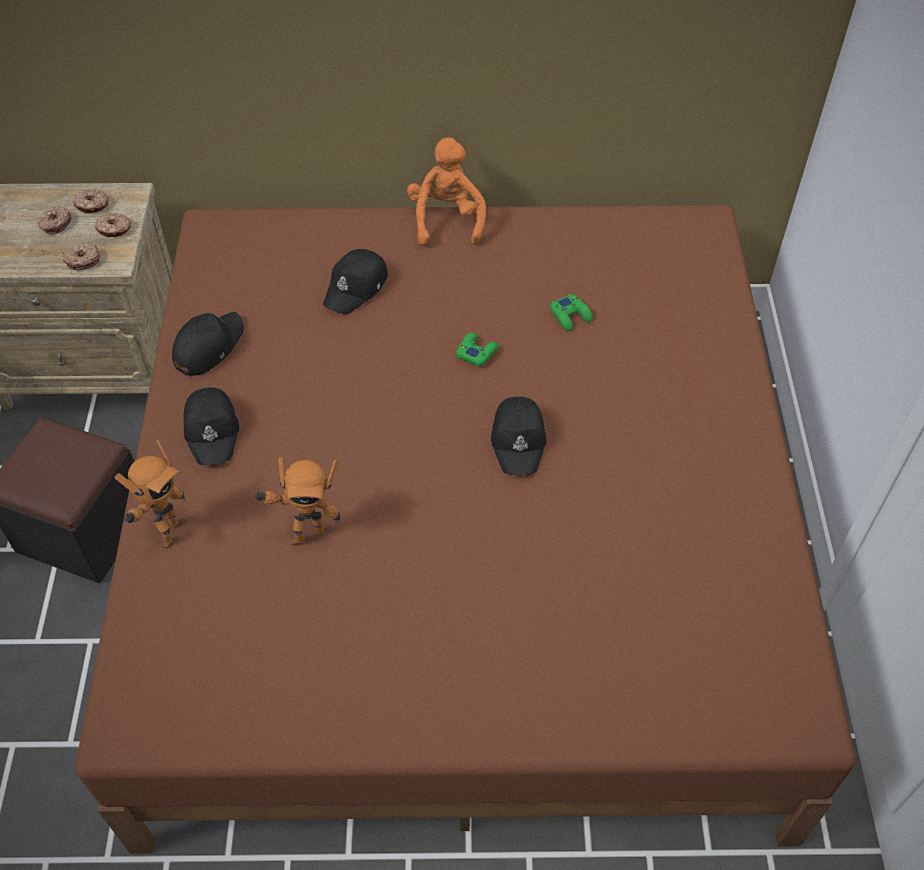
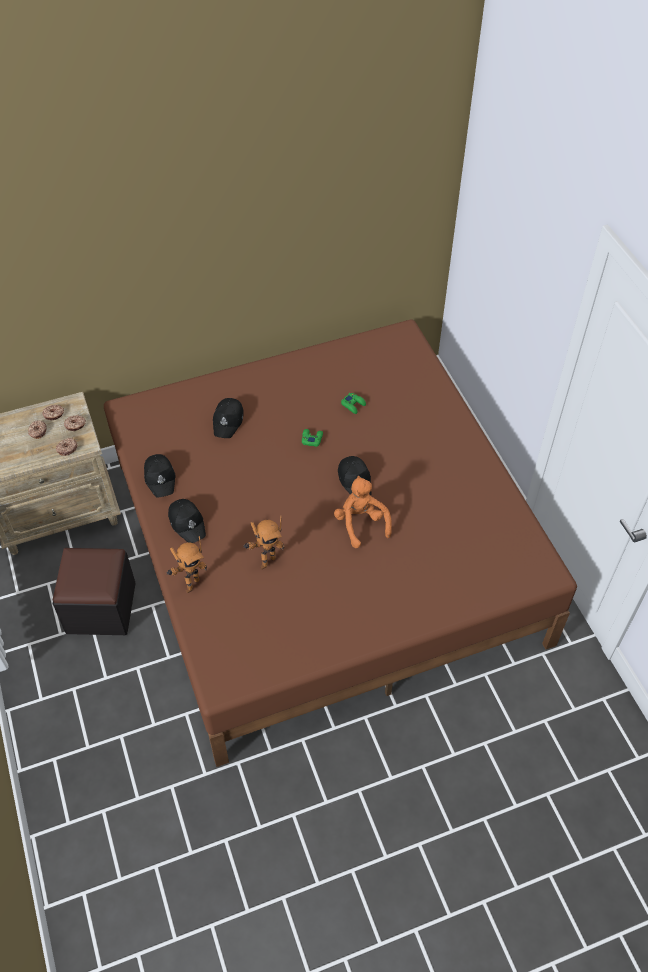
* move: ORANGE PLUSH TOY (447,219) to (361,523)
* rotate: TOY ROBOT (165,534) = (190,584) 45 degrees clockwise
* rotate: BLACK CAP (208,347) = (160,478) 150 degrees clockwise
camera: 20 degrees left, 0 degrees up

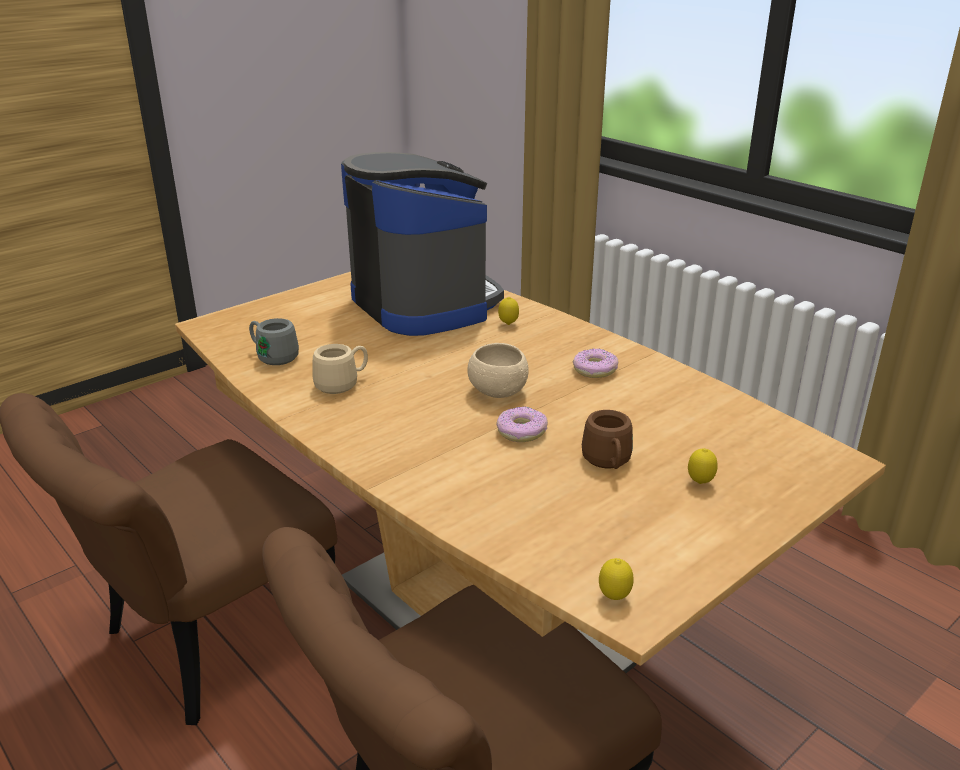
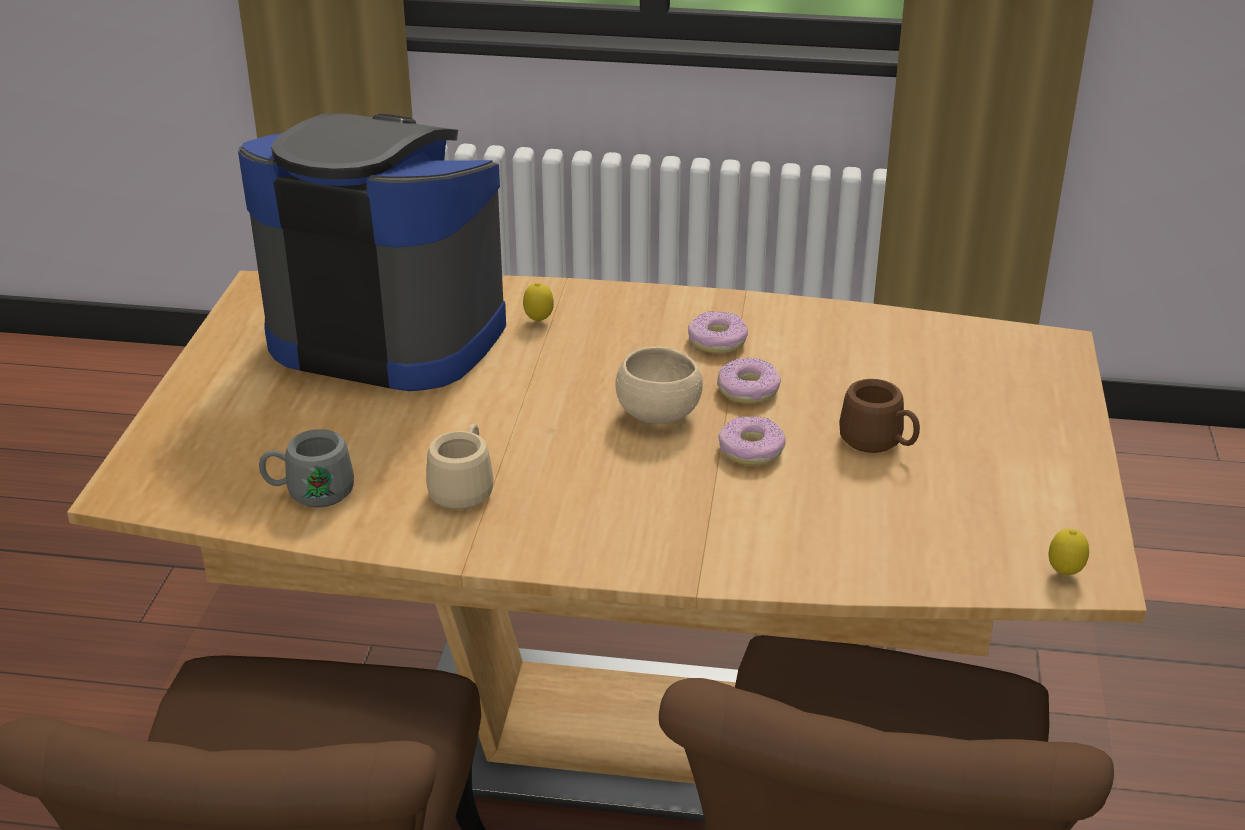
* delete: LEMON (700,483)
* insert: DONUT (748,390)
camera: 40 degrees left, 5 degrees up

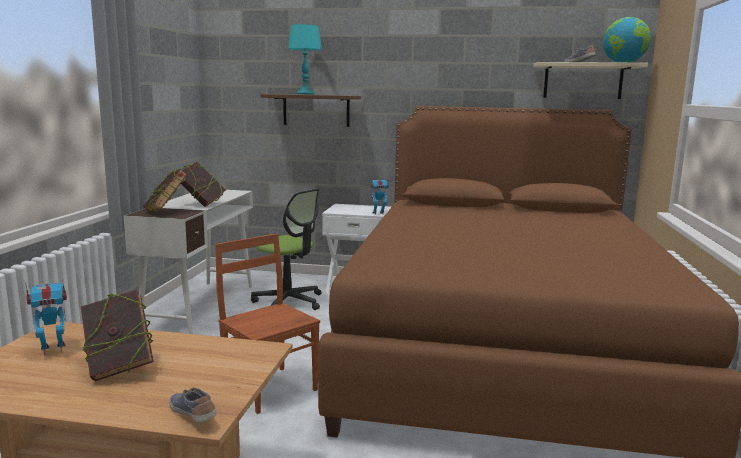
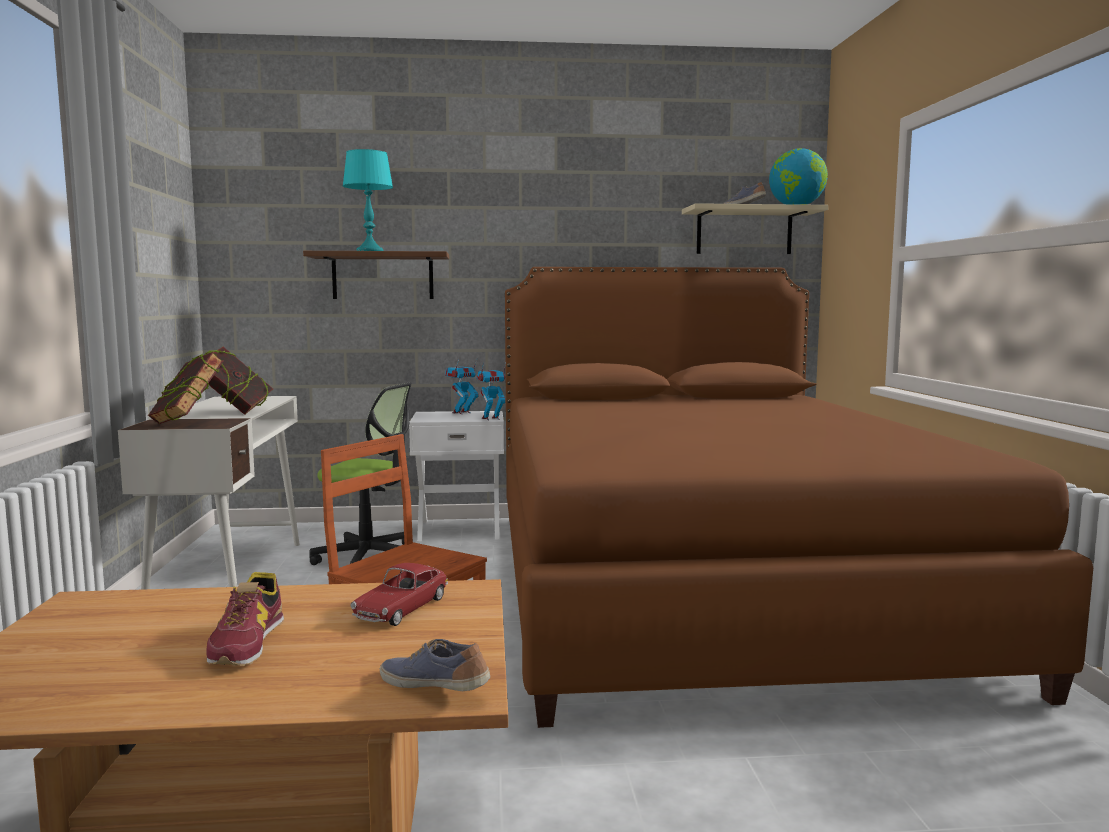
* insert: TOY CAR (401,608)
* move: TOY ROBOT (53,349) to (462,413)
* replace: BOOK (119,369) to SHOE (248,642)
camera: 15 degrees left, 5 degrees down

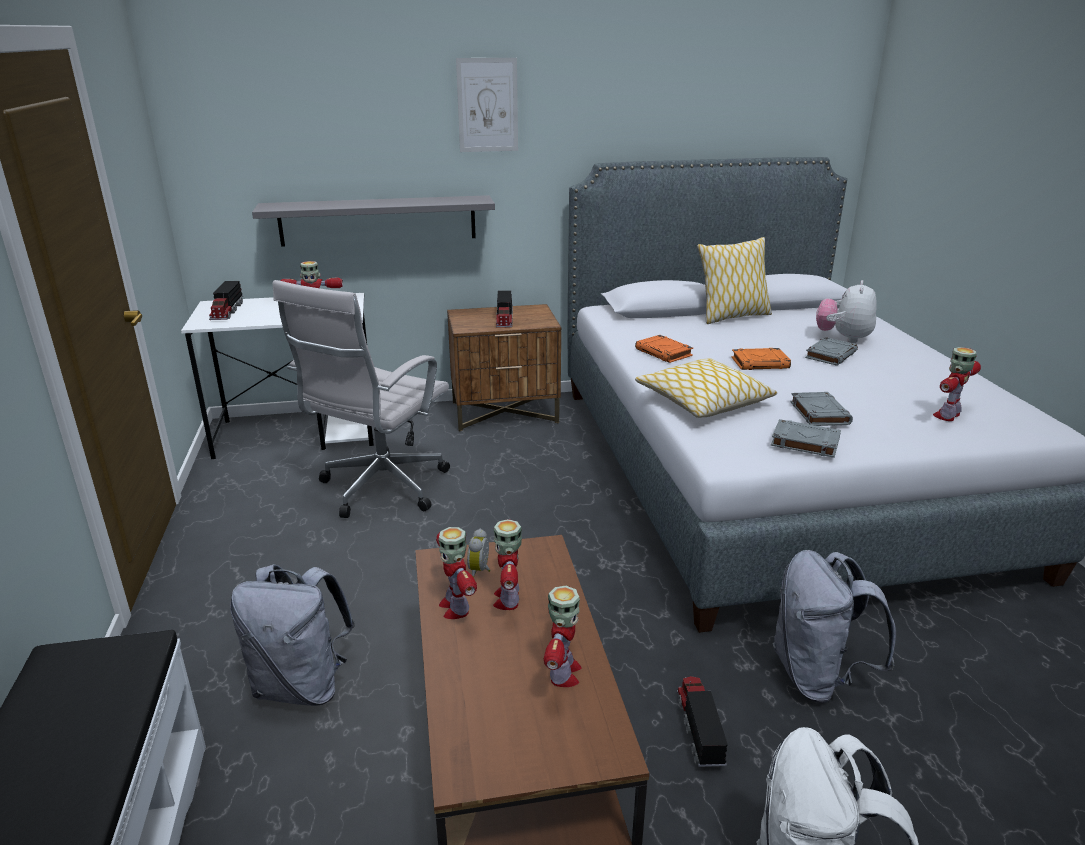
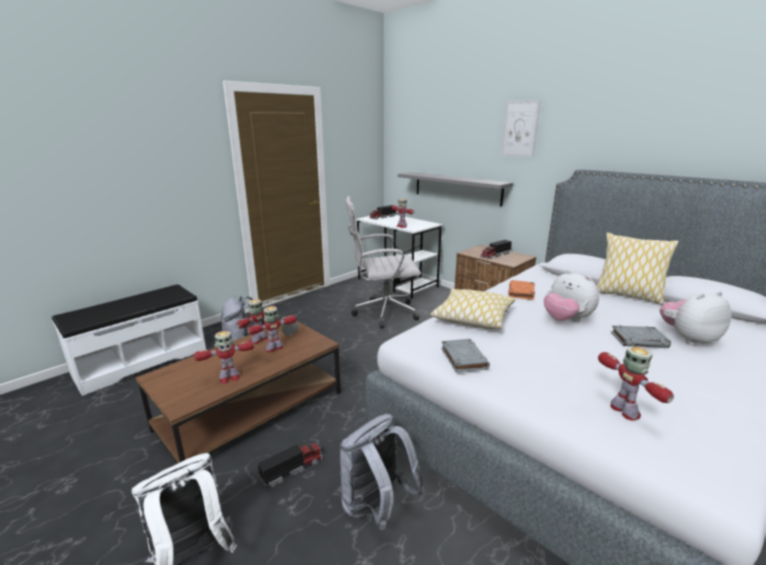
* delete: GREY BOOK (819,413)
* replace: ORANGE BOOK (760,363) to PLUSH TOY (566,320)
* rotate: TOY ROBOT (948,415) = (625,412) 60 degrees clockwise
camera: 55 degrees right, 5 degrees down

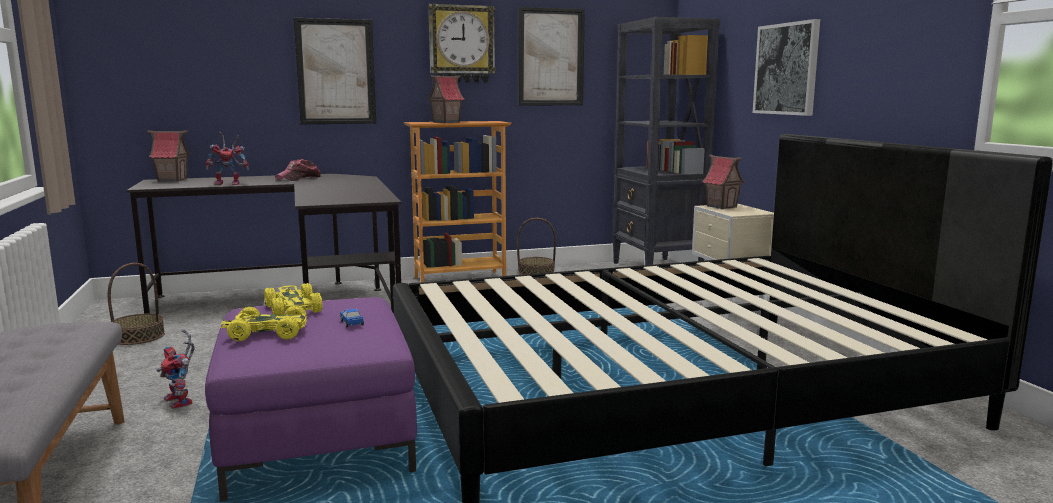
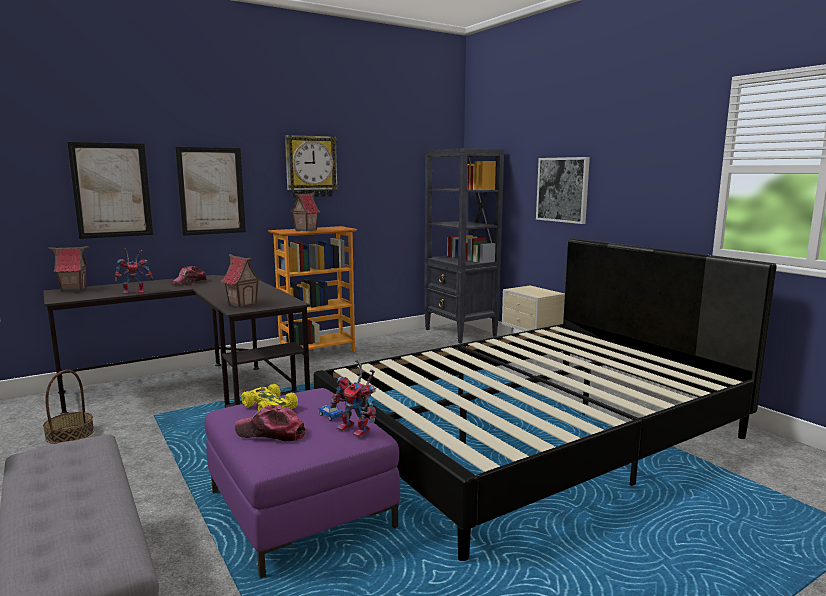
* delete: BASKET (536,273)
* move: TOY ROBOT (182,402) to (357,430)
* move: PICTURE (551,57) to (112,190)
* move: TOY HOUSE (722,207) to (243,304)
* replace: YELLOW TOY CAR (267,333) to CAP (271,433)
camera: 15 degrees left, 0 degrees up

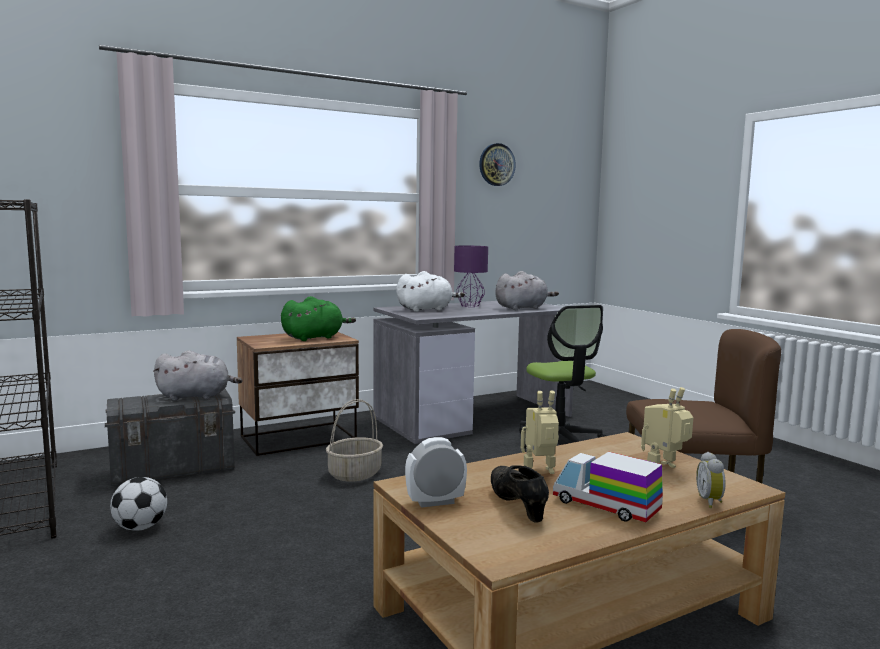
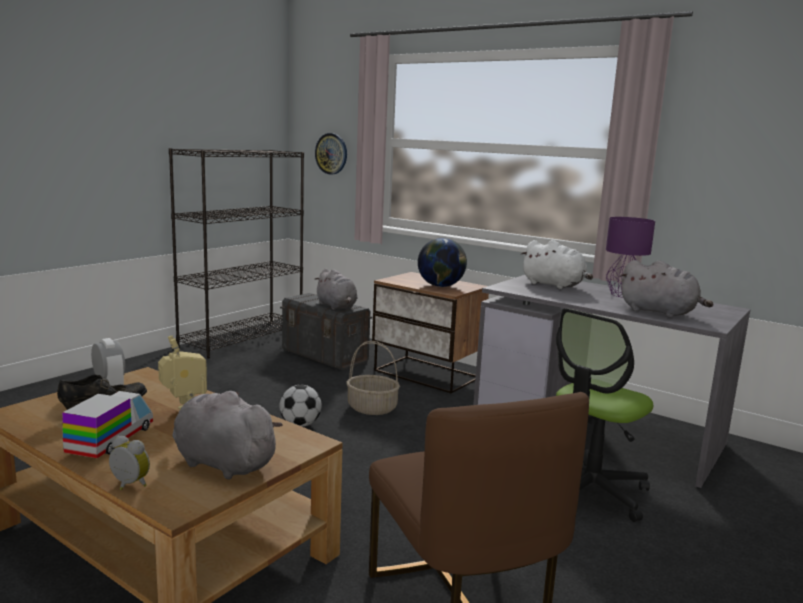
* move: FOOTBALL (140,527) to (300,424)
* move: WALL CLOCK (496,164) to (331,153)
* replace: GREEN PLUSH TOY (315,338) to GLOBE (441,286)
* replace: TOY ROBOT (664,468) to GREY PLUSH TOY (221,462)
* rotate: ALARM CLOCK (711,502) = (128,485) 45 degrees clockwise
camera: 65 degrees right, 5 degrees up

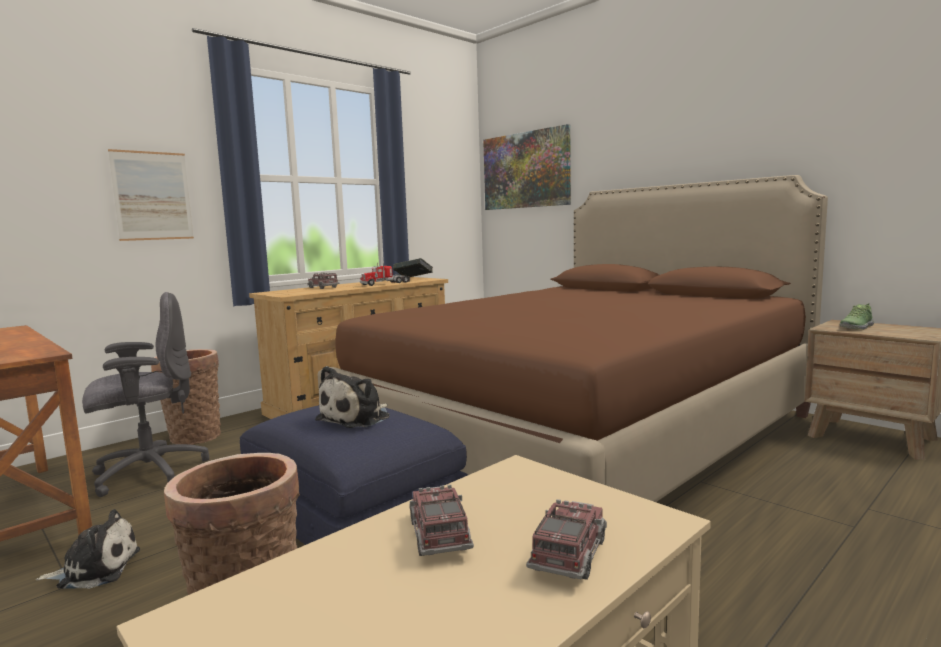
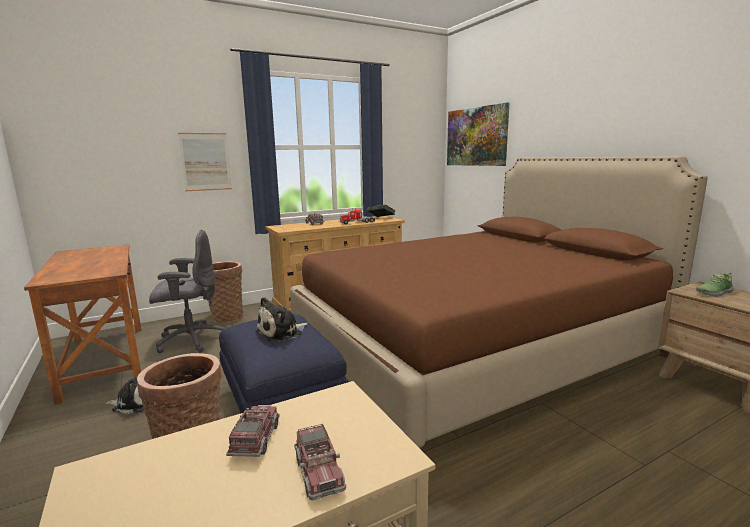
* rotate: TOY TRUCK (569,554) = (319,472) 120 degrees clockwise
camera: 15 degrees right, 5 degrees up

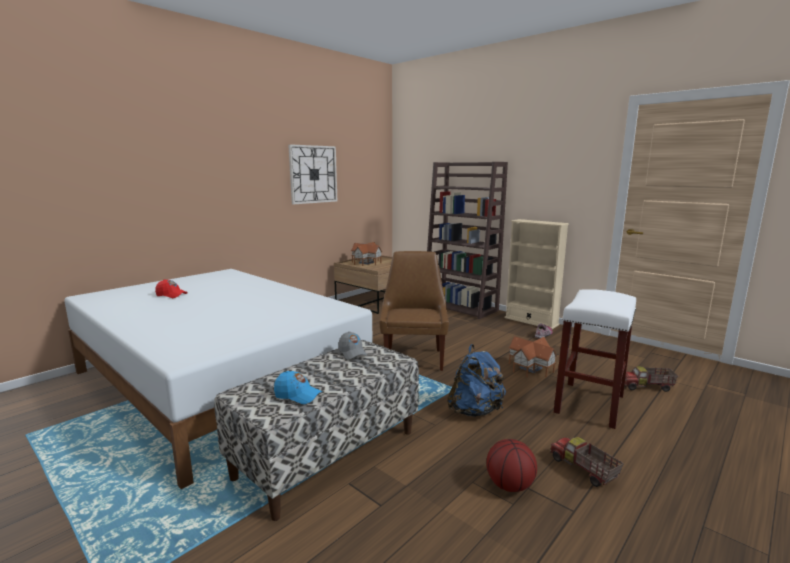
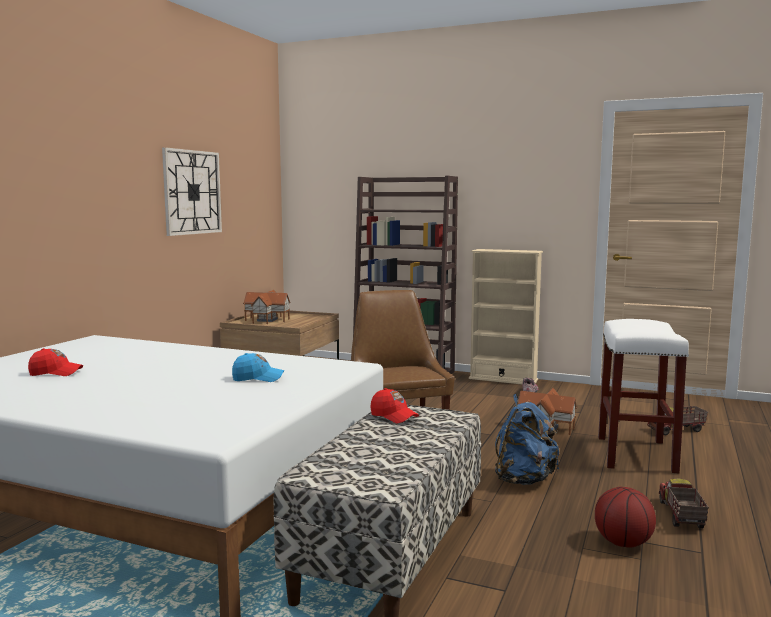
* move: BLUE CAP (297,395) to (258,378)
* recolor: GREY CAP (352,353) to RED CAP (394,416)
* rotate: TOY TRUCK (583,470) = (680,515) 60 degrees clockwise
camera: 20 degrees left, 5 degrees down

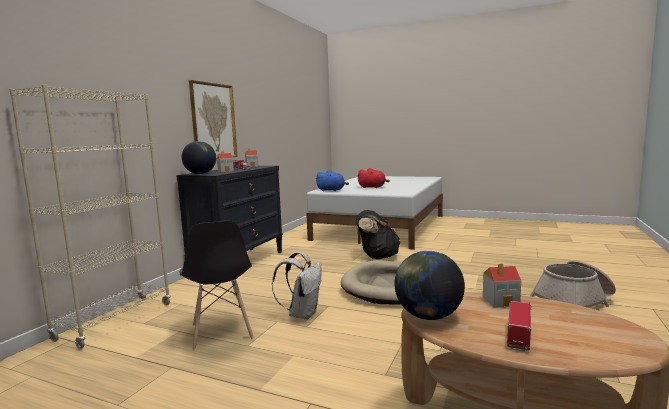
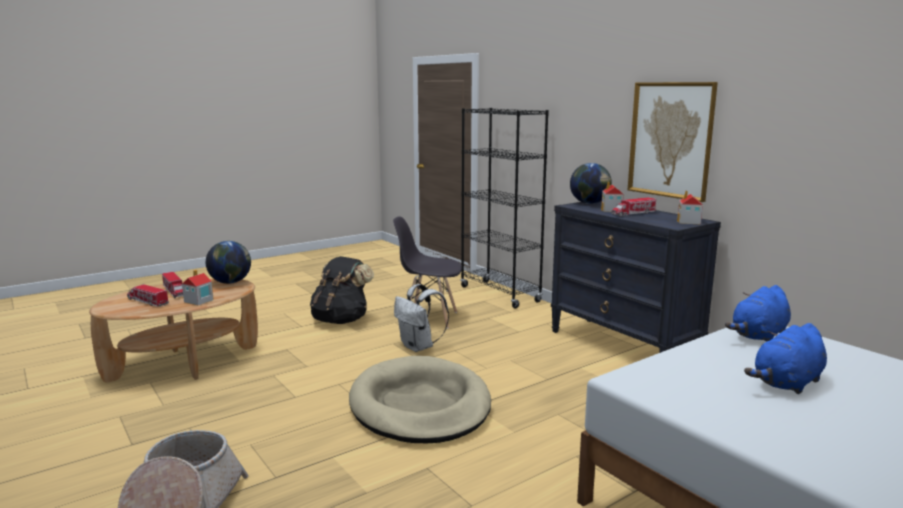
* insert: TOY TRUCK (147,302)
* move: BLACK BACKPACK (377,257) to (341,320)
* recolor: BEIGE BOOKCASE (115,321) to BLACK BOOKCASE (500,294)
* recolor: RED PLUSH TOY (373,187) to BLUE PLUSH TOY (787,383)
camera: 120 degrees right, 5 degrees up

